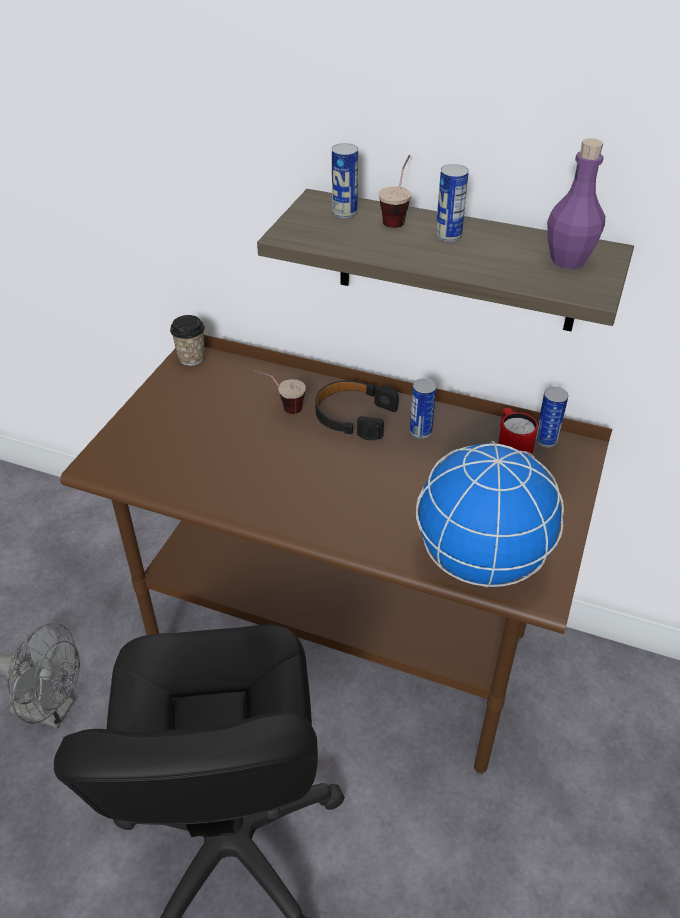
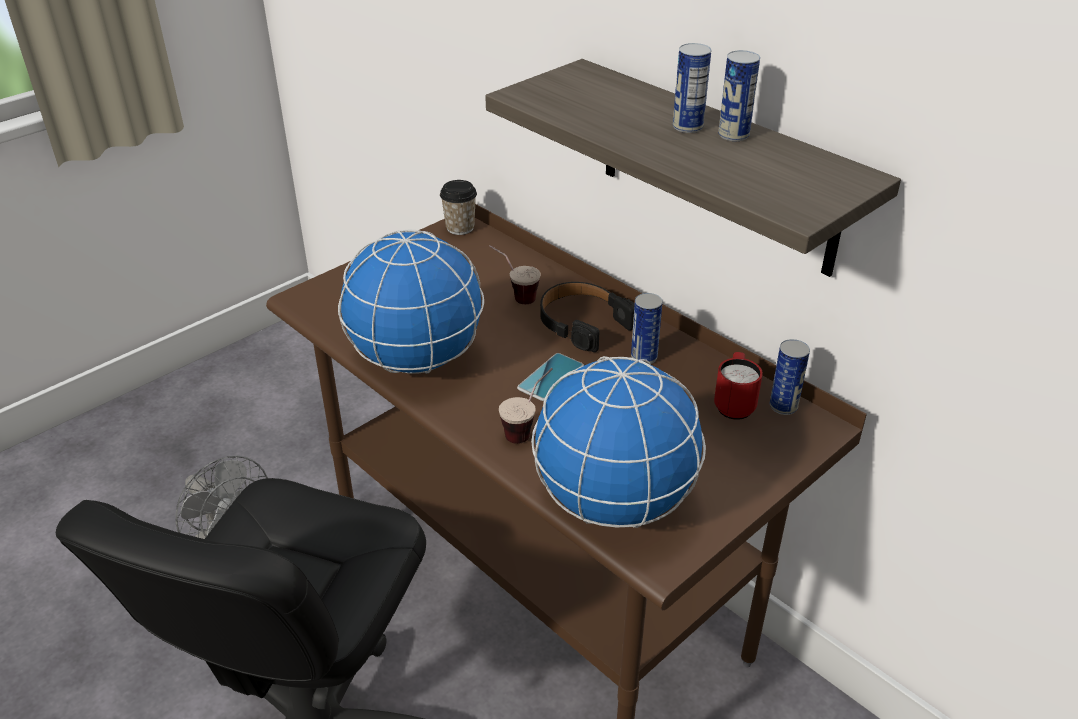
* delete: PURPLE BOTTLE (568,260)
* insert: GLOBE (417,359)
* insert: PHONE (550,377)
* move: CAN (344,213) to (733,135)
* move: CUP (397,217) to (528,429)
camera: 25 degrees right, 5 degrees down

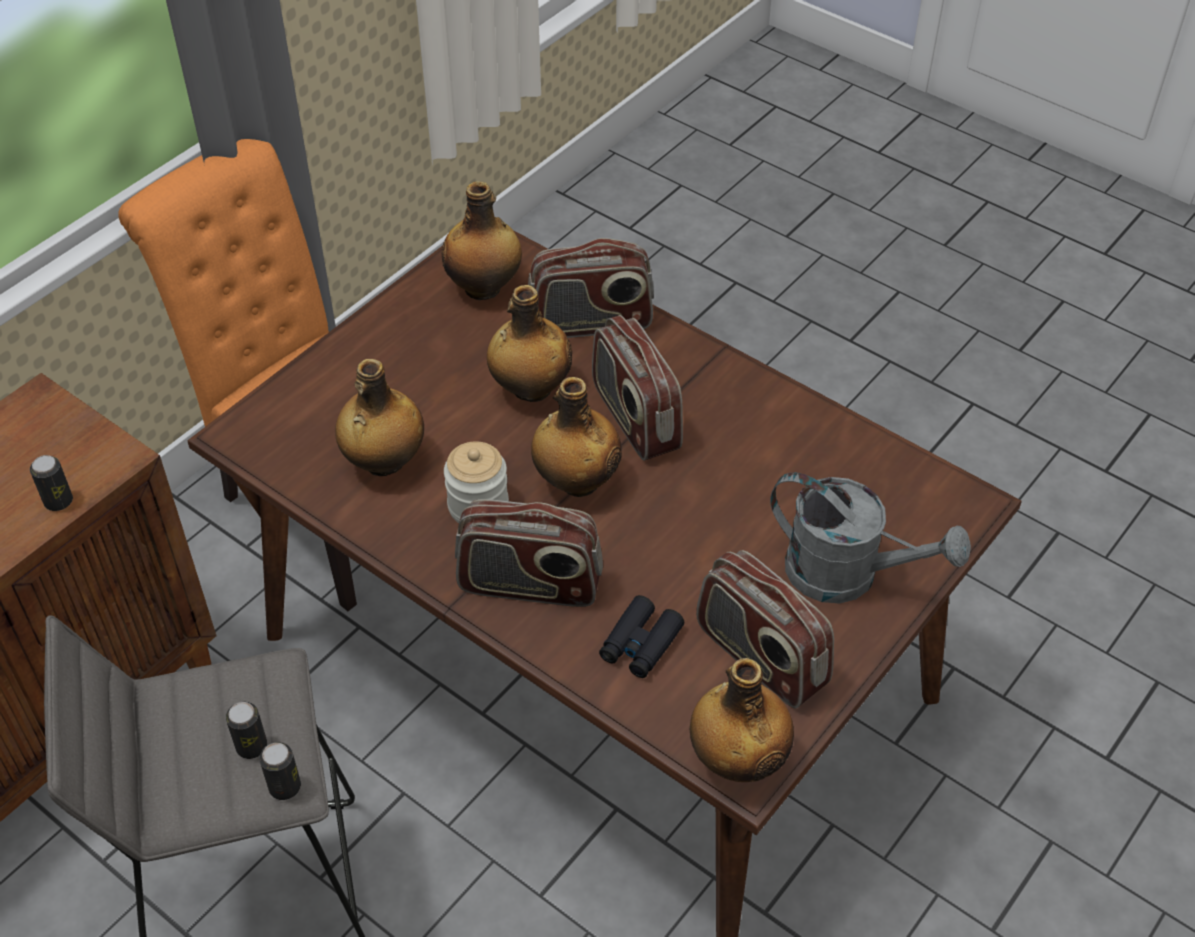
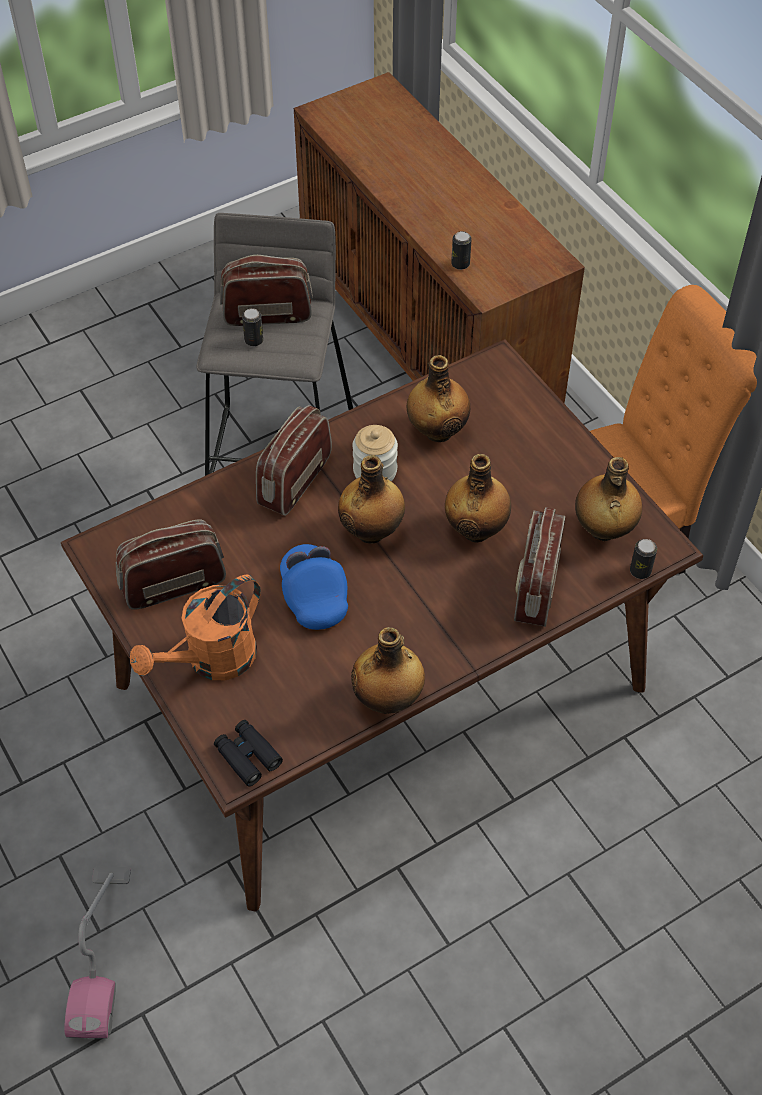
* insert: VACUUM CLEANER (101,952)
* insert: BLUE CAP (314,596)
* move: CAN (285,787) to (640,571)
* move: RADIO (634,418) to (267,314)
* move: BLACK BINOCULARS (640,644) to (248,756)
* move: BOTTLE (738,760) to (388,699)
* recolor: GREY WATERING CAN (848,575) to ORANGE WATERING CAN (211,661)
camera: 110 degrees right, 5 degrees up

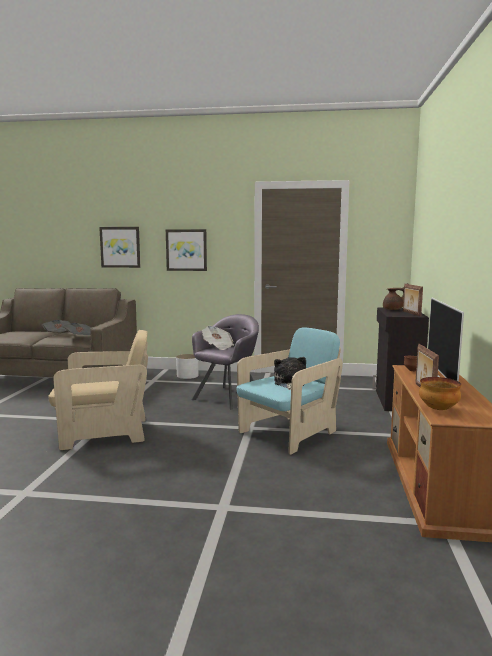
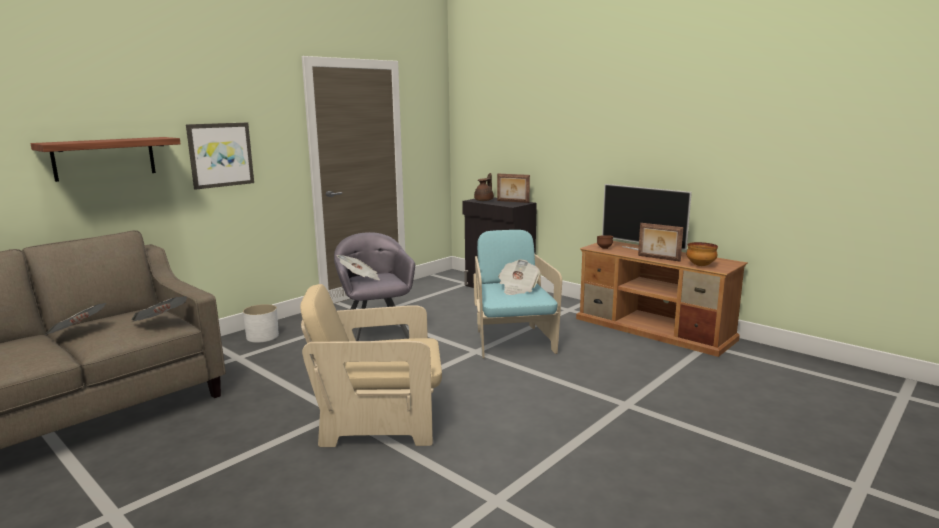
* replace: PICTURE (120,247) to SHELF (104,158)
* replace: PLUSH TOY (289,383) to NEWSPAPER (518,289)
* rotate: BEIGE ARMCHAIR (104,433) = (379,422) 120 degrees counterclockwise
camera: 55 degrees left, 5 degrees up

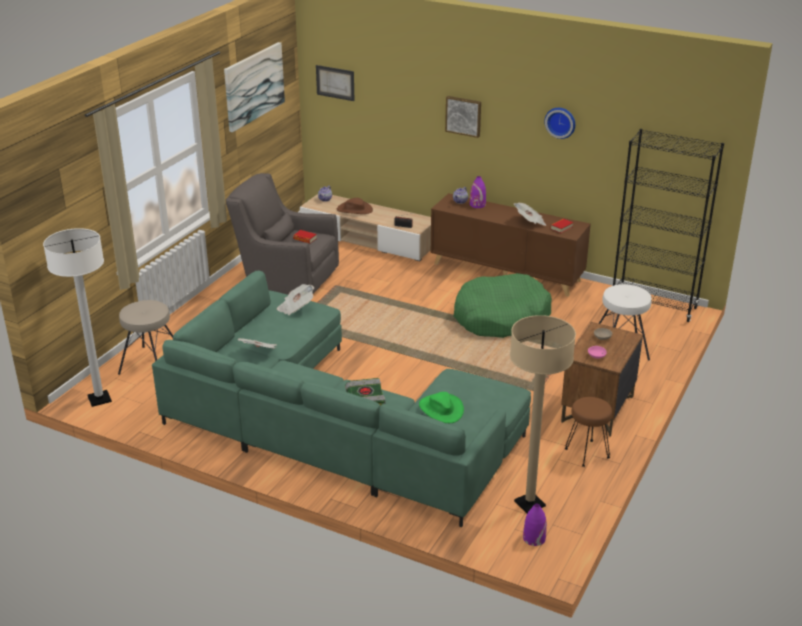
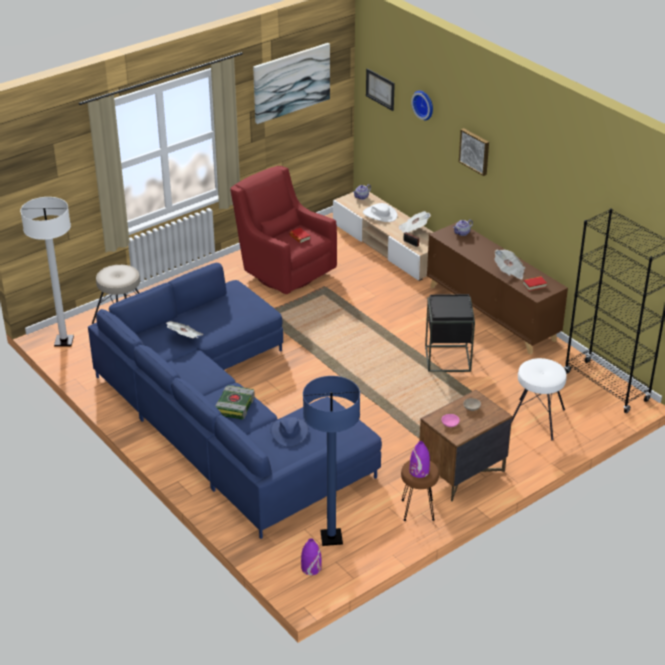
* move: NEWSPAPER (296,308) to (413,229)
* move: PURPLE VASE (477,205) to (419,471)
* move: WALL CLOCK (560,122) to (424,104)
* replace: GREEN DOG BED (501,317) to BLACK SIDE TABLE (448,358)
* recolor: GREEN SOFA (332,424) to BLUE SOFA (226,417)
* recolor: GREY ARMCHAIR (286,282) to RED ARMCHAIR (284,272)
* recolor: BROWN HAT (354,209) to WHITE HAT (380,214)
* recolor: GREEN HAT (441,409) to BLUE HAT (289,432)
* recolor: BEIGE FLOOR LAMP (529,504) to BLUE FLOOR LAMP (331,538)
camera: 25 degrees right, 5 degrees up

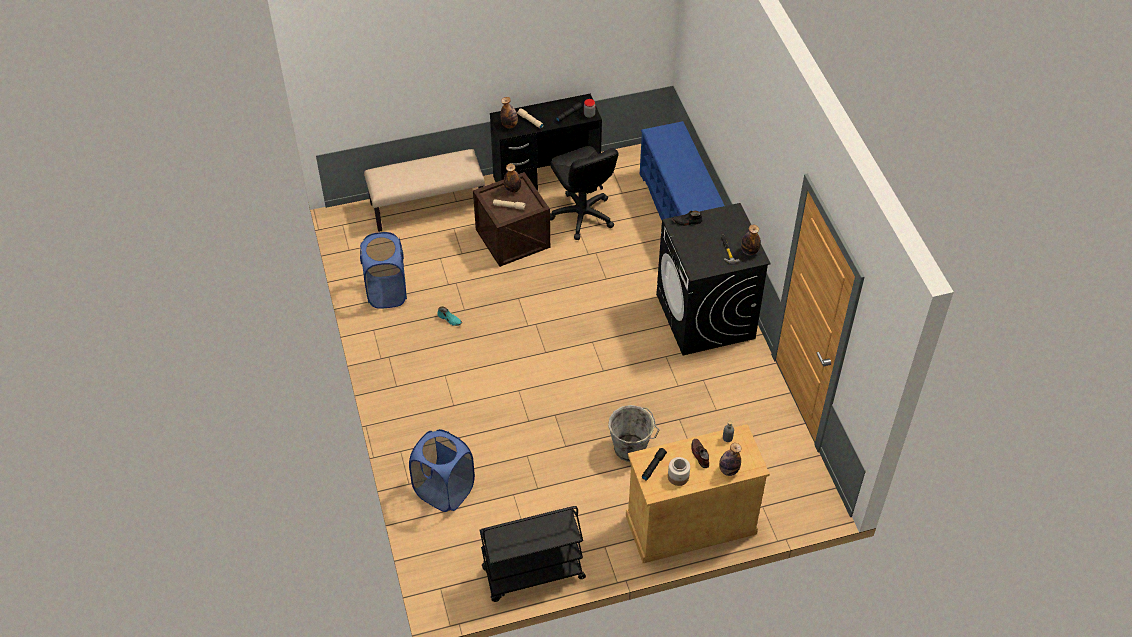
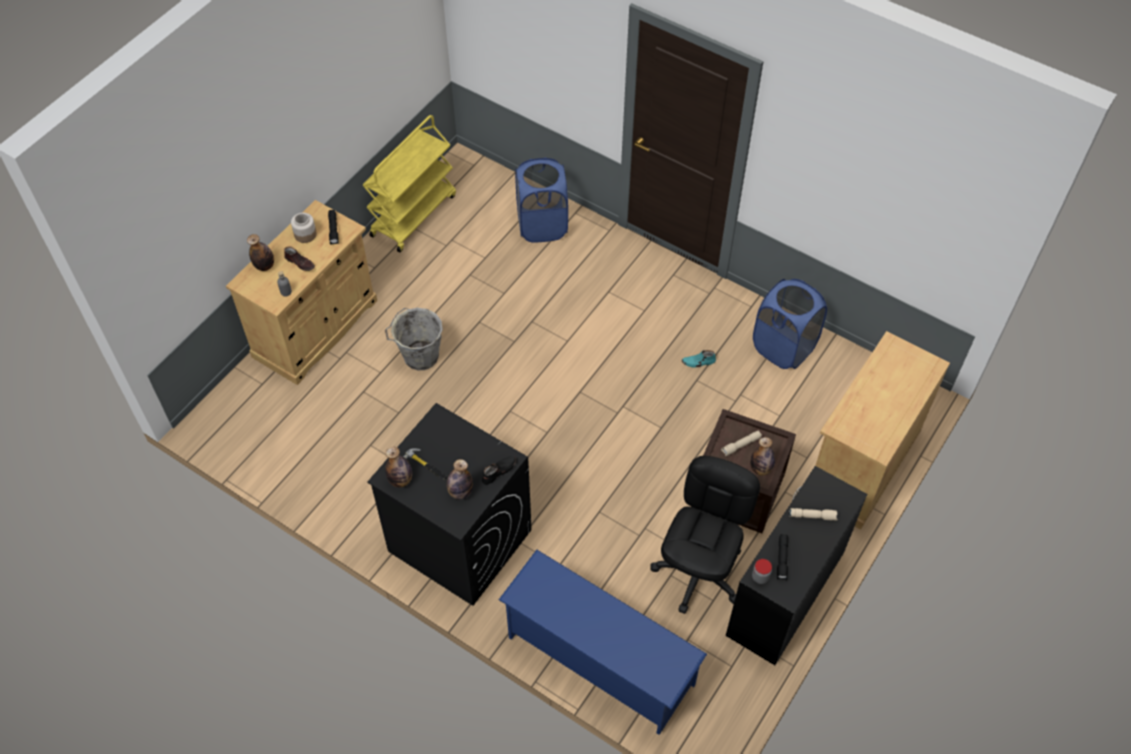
* move: BOTTLE (509,125) to (460,492)
* replace: BEIGE BENCH (427,206) to BEIGE CABINET (861,464)
* recolor: BLACK CART (532,574) to YELLOW CART (413,214)
* rotate: BLACK OFFICE CHAIR (582,215) = (699,572) 90 degrees clockwise
camera: 140 degrees right, 5 degrees up

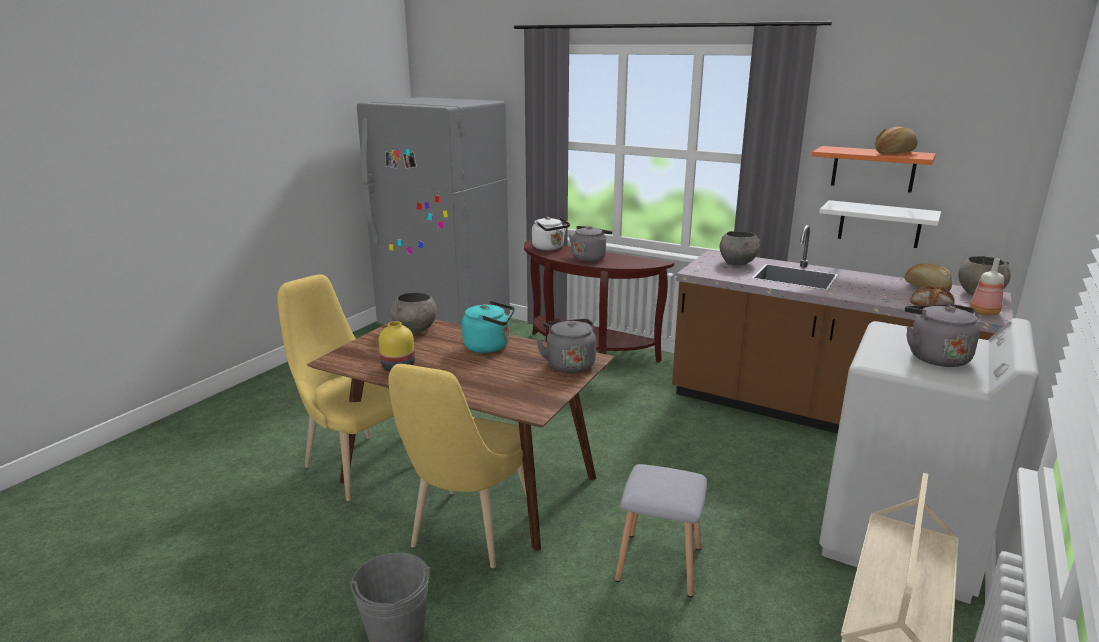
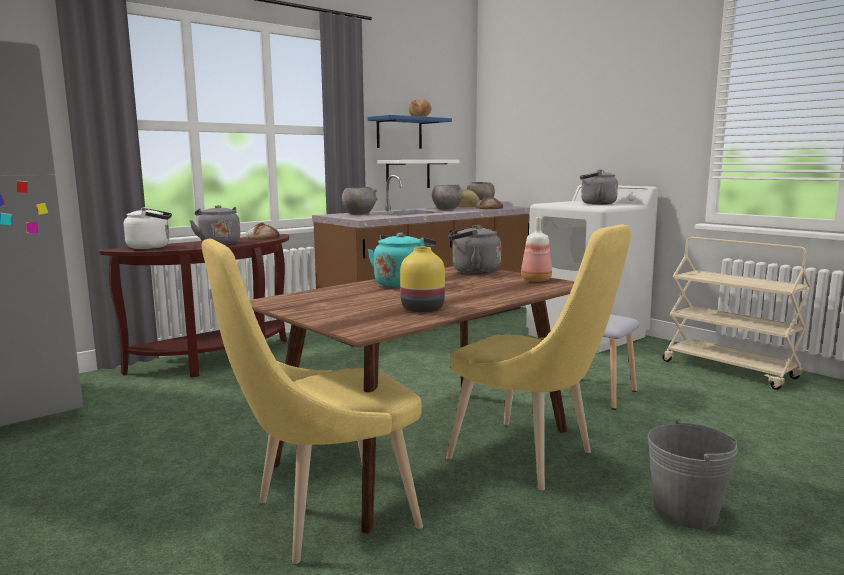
* insert: BREAD (262,237)
* move: GREY BOWL (415,330) to (447,209)
* move: BOTTLE (983,312) to (535,280)
* recolor: ORANGE SHELF (873,169) to BLUE SHELF (399,133)
camera: 70 degrees left, 10 degrees down

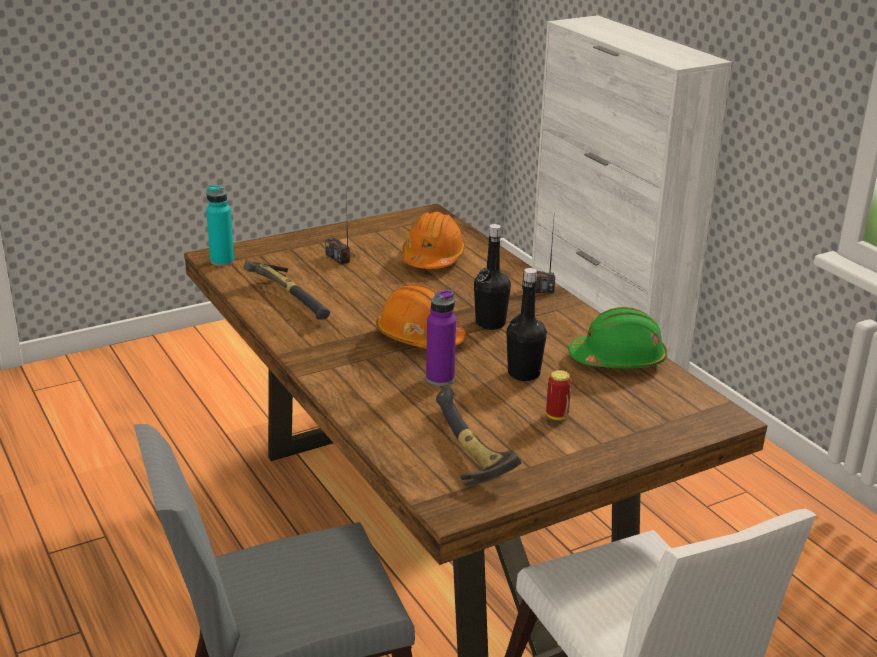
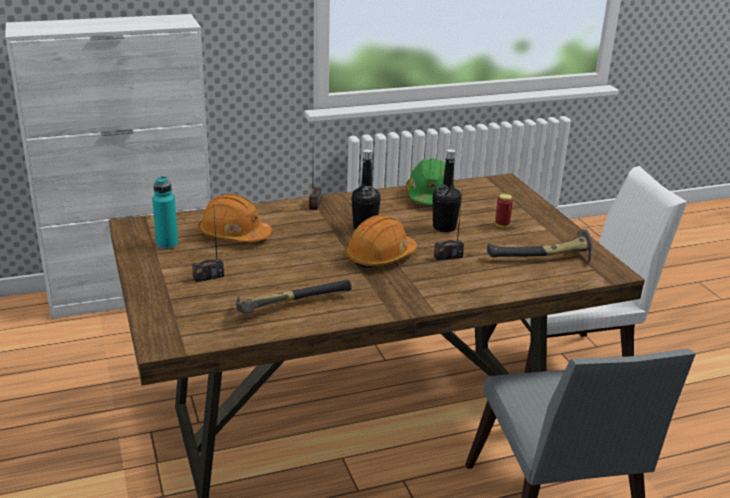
* move: TURQUOISE BOTTLE (222,261) to (167,244)
* replace: PURPLE BOTTLE (440,379) to RADIO (448,256)
camera: 80 degrees left, 0 degrees up

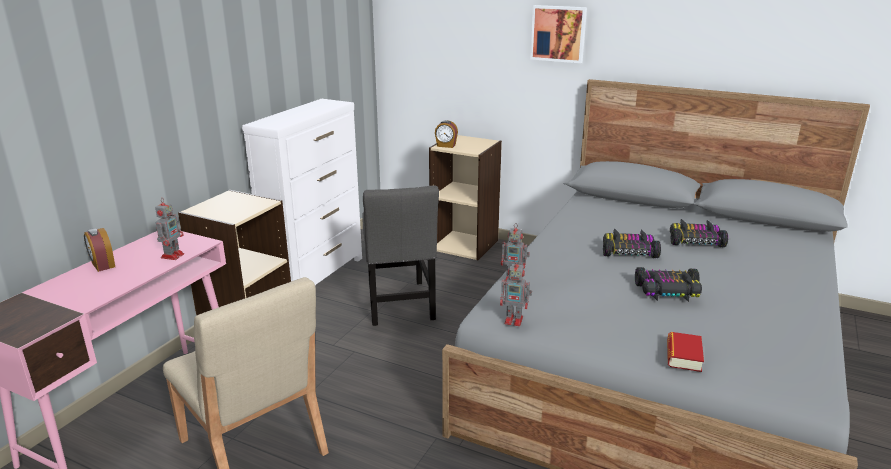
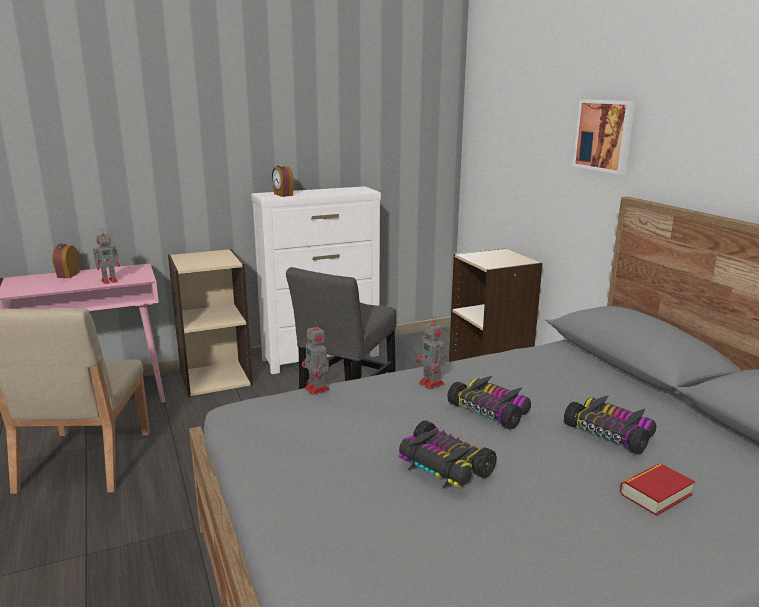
* move: ALARM CLOCK (446,146) to (283,195)
* move: TOY ROBOT (515,320) to (432,384)
* move: BOOK (683,356) to (655,494)
camera: 40 degrees right, 5 degrees down

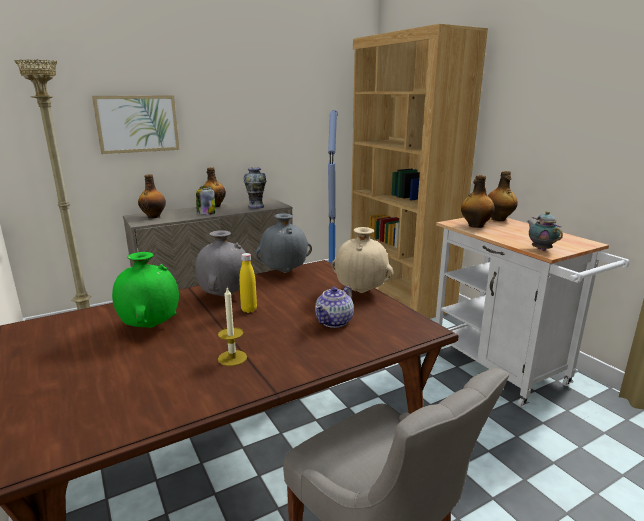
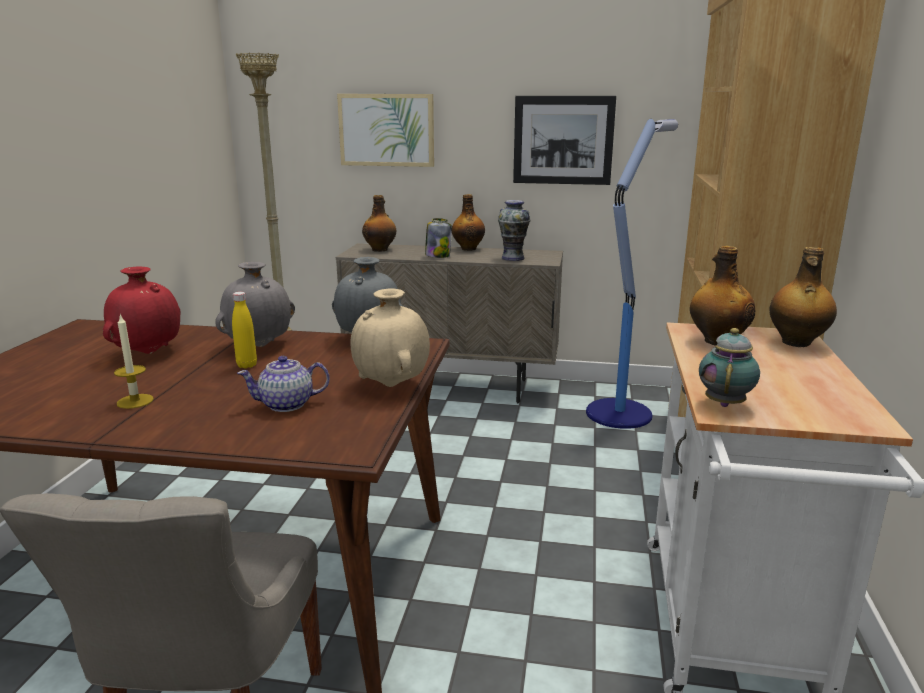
* insert: PICTURE (563,140)
* recolor: GREEN VASE (150,326) to RED VASE (149,353)
camera: 40 degrees right, 0 degrees up

